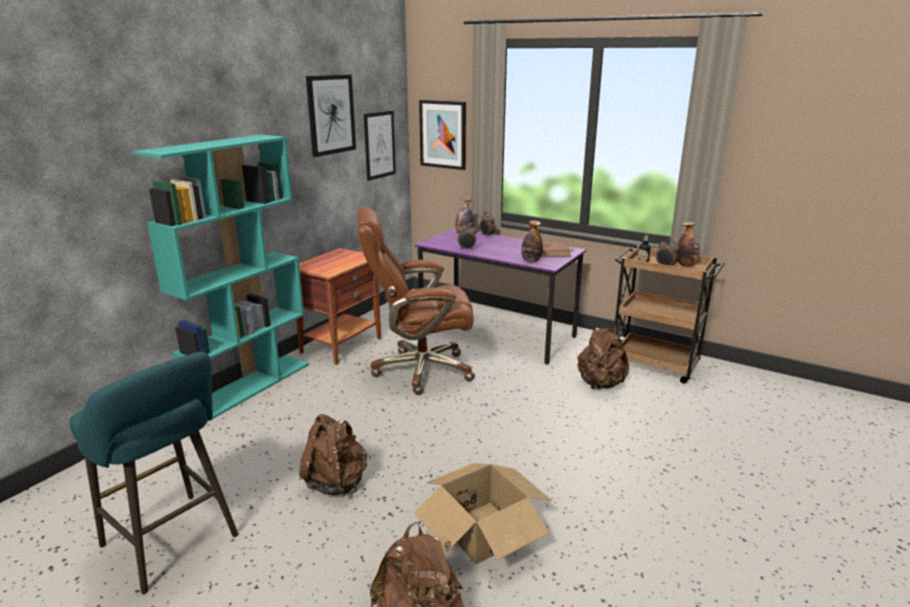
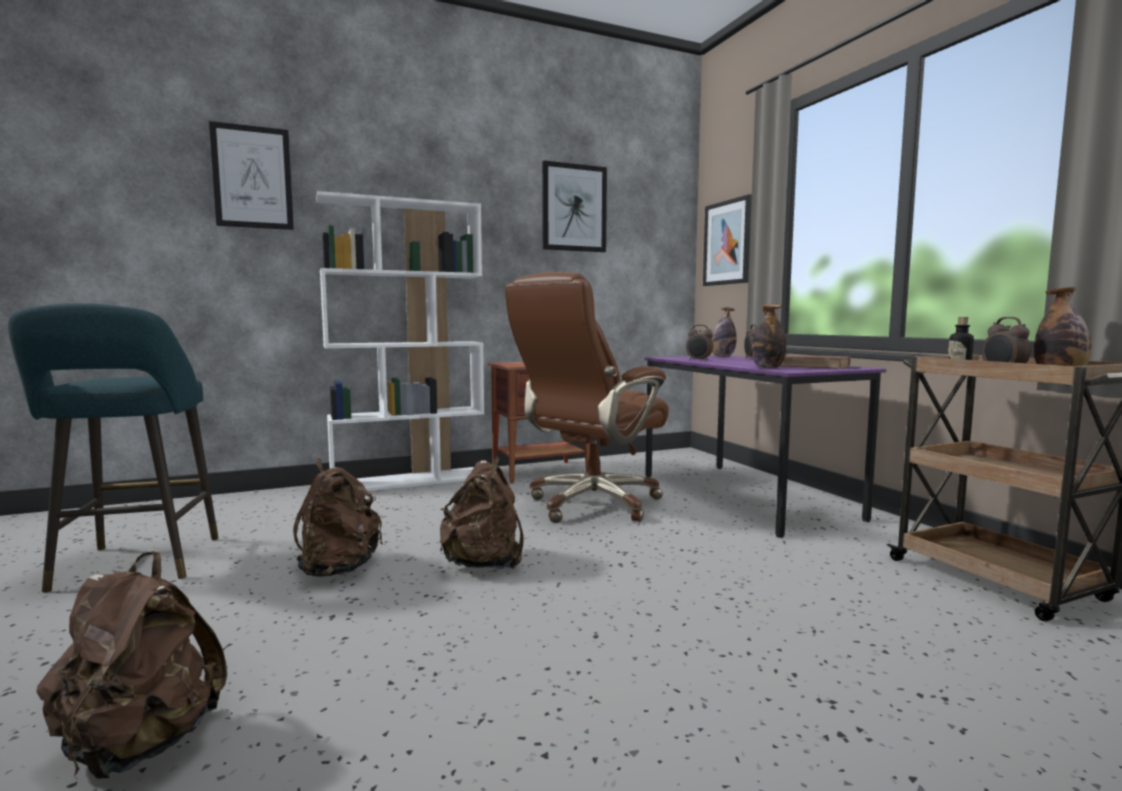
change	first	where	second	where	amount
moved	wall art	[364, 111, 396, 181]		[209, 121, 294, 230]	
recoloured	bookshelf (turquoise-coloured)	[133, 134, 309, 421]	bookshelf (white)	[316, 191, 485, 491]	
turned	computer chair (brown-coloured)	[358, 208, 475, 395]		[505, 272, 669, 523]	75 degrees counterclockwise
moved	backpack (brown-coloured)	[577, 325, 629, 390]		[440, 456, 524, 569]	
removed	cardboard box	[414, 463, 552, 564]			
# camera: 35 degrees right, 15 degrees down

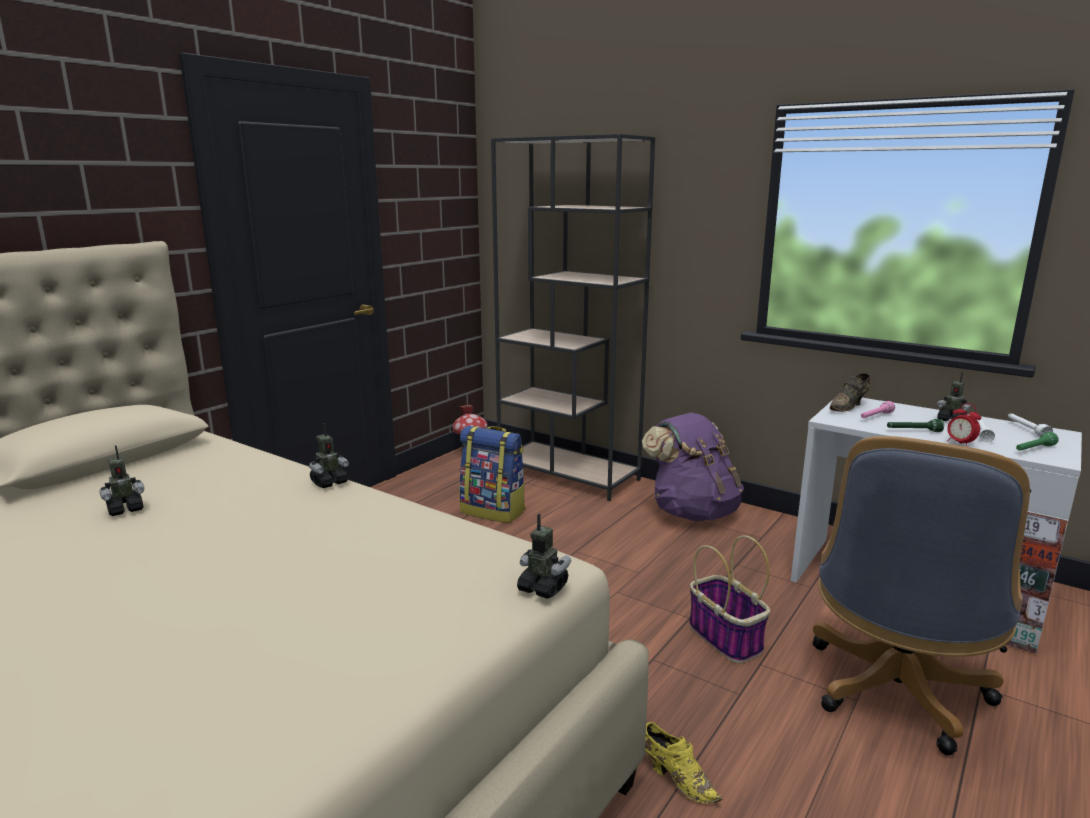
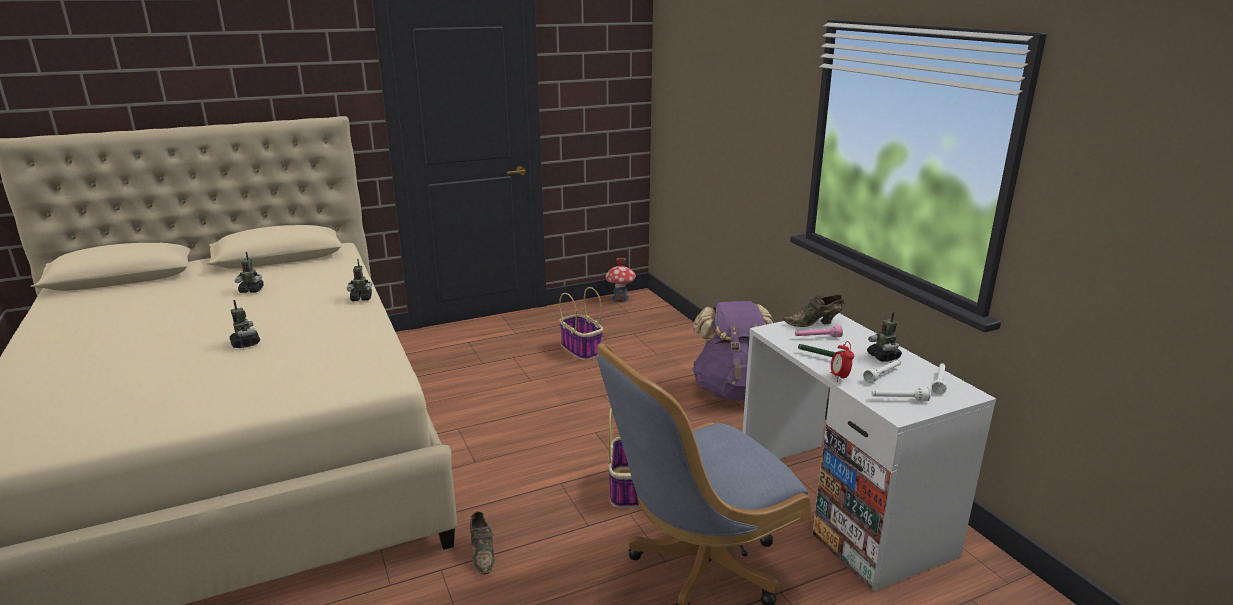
change	first	where	second	where	amount
removed	bookshelf	[491, 134, 655, 501]			
replaced	backpack	[459, 426, 525, 523]	household basket	[559, 287, 603, 360]	
recoloured	torch (green)	[1016, 432, 1059, 451]	torch (white)	[871, 387, 930, 401]	
moved	model robot	[517, 514, 571, 599]		[229, 300, 260, 348]	
recoloured	low shoe (yellow-coloured)	[645, 722, 723, 804]	low shoe (brown-coloured)	[470, 511, 495, 575]	
# camera: 30 degrees right, 5 degrees up

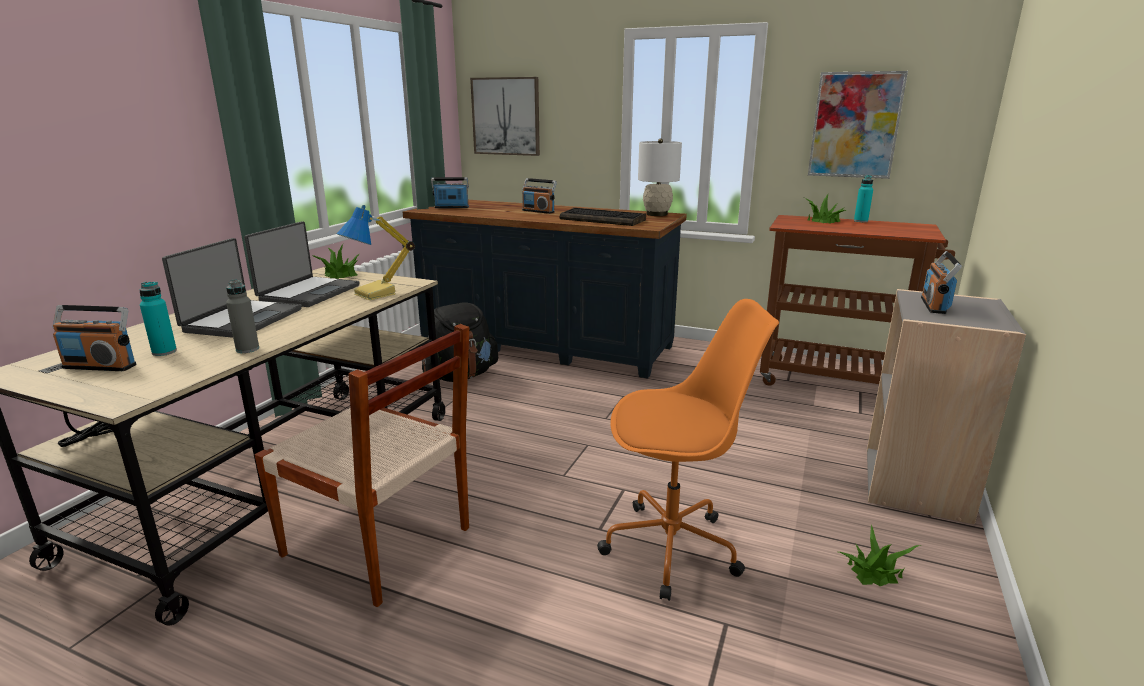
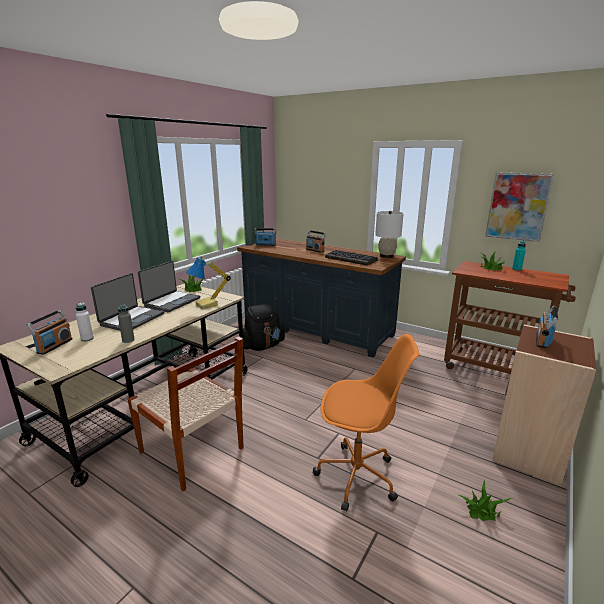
change	first	where	second	where	amount
removed	wall art	[470, 77, 540, 156]			
recoloured	bottle (turquoise-coloured)	[140, 282, 177, 356]	bottle (white)	[76, 303, 94, 341]	
recoloured	bookshelf (grey)	[867, 289, 1026, 525]	bookshelf (brown-coloured)	[492, 325, 596, 486]	
turned	radio receiver	[52, 305, 136, 371]		[26, 310, 72, 355]	90 degrees counterclockwise
# camera: 10 degrees right, 0 degrees up

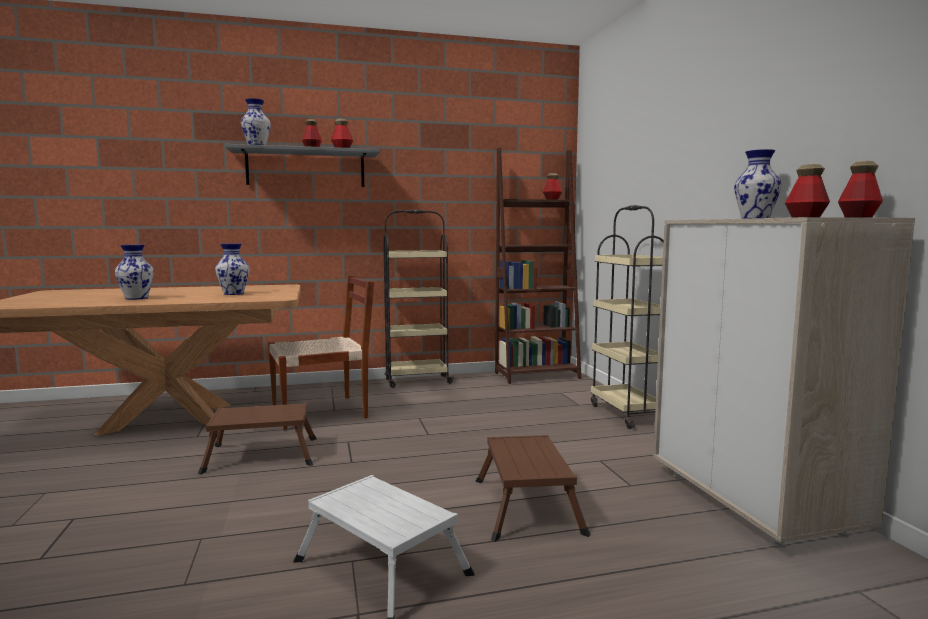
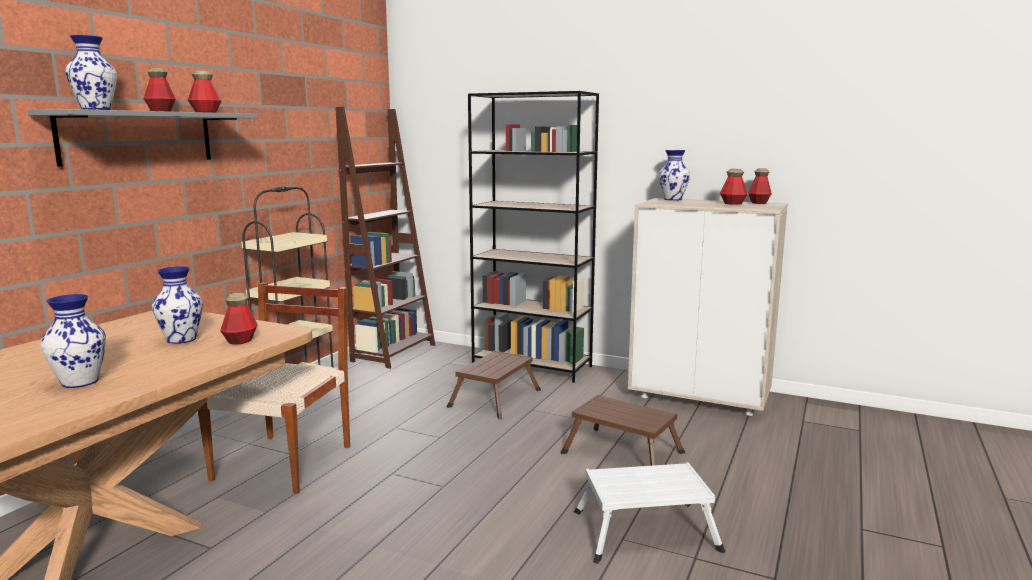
change	first	where	second	where	amount
moved	bottle	[543, 173, 562, 200]		[220, 293, 258, 344]	
replaced	cart (beige)	[591, 205, 664, 429]	bookshelf (beige)	[468, 91, 599, 383]	
moved	stepladder (brown-coloured)	[198, 403, 317, 475]		[446, 351, 541, 419]	
# camera: 50 degrees left, 5 degrees up

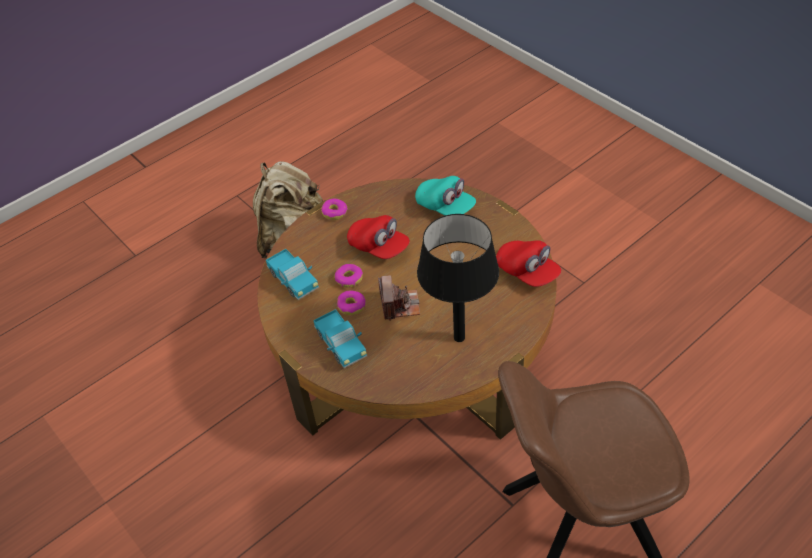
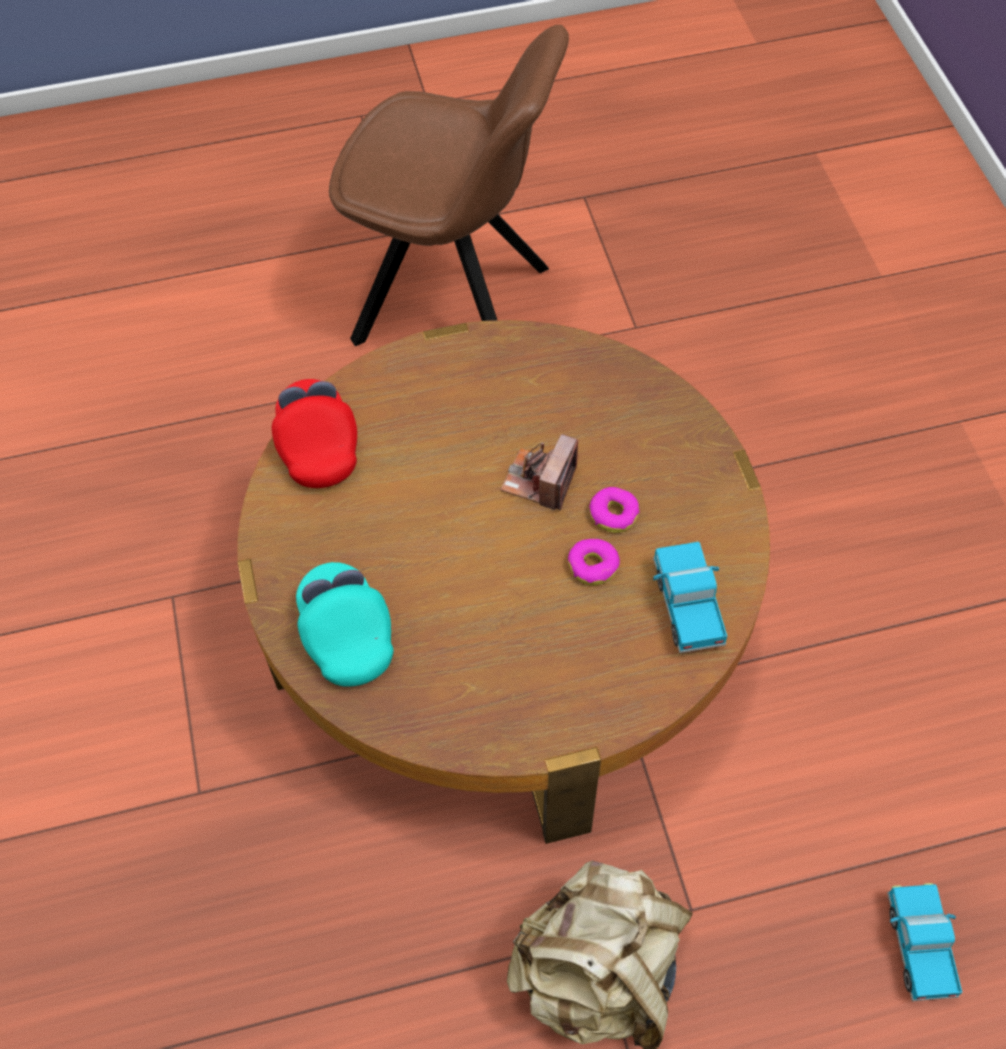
change	first	where	second	where	amount
removed	donut	[321, 199, 348, 220]			
removed	tabletop lamp (black)	[417, 214, 499, 342]			
removed	peaked cap (red-coloured)	[347, 215, 410, 259]			
moved	model truck	[313, 309, 367, 368]		[888, 883, 963, 1001]	
# camera: 155 degrees left, 10 degrees up

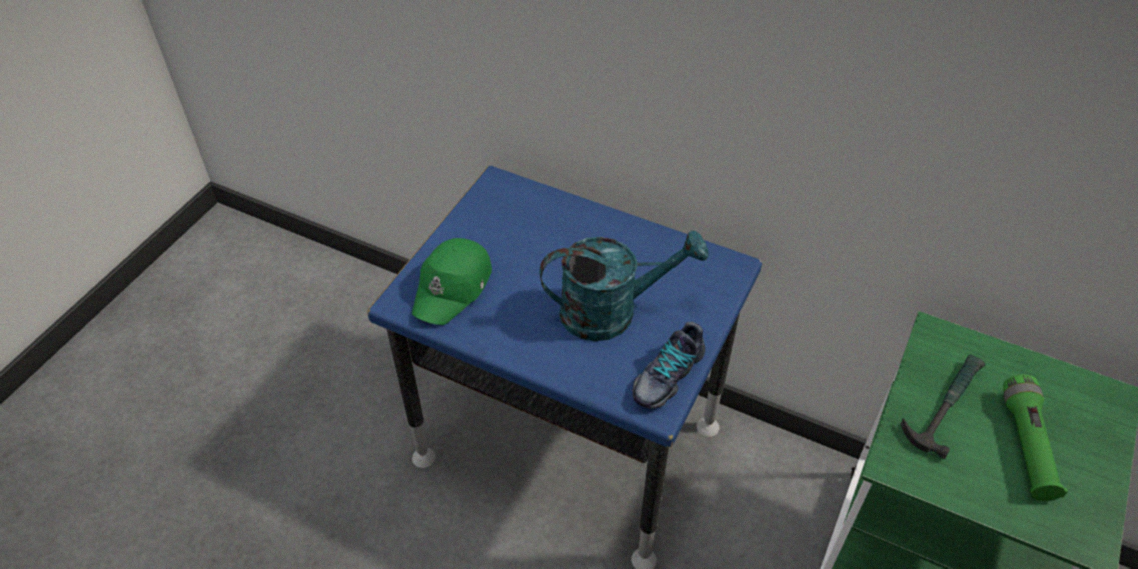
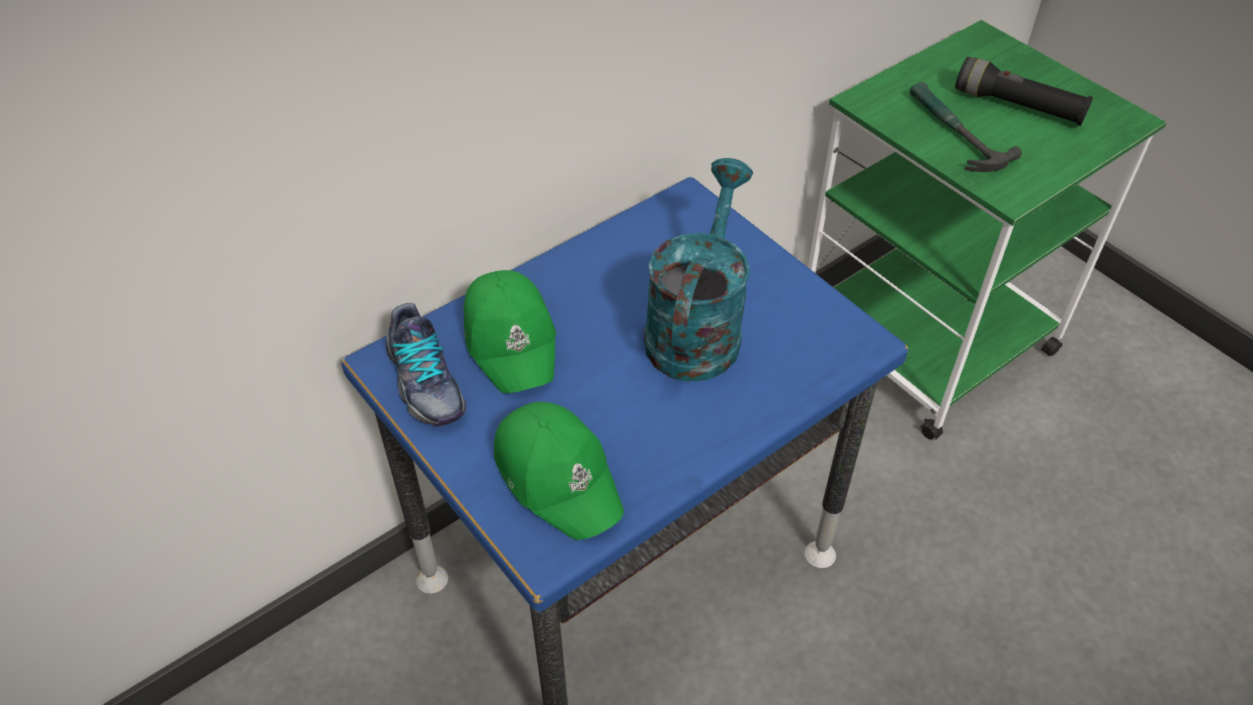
change	first	where	second	where	amount
moved	low shoe	[632, 322, 705, 409]		[386, 303, 466, 426]	
recoloured	torch (green)	[1003, 374, 1068, 501]	torch (black)	[955, 57, 1093, 126]	
added			peaked cap (green)	[464, 270, 556, 393]	
# camera: 65 degrees left, 0 degrees up

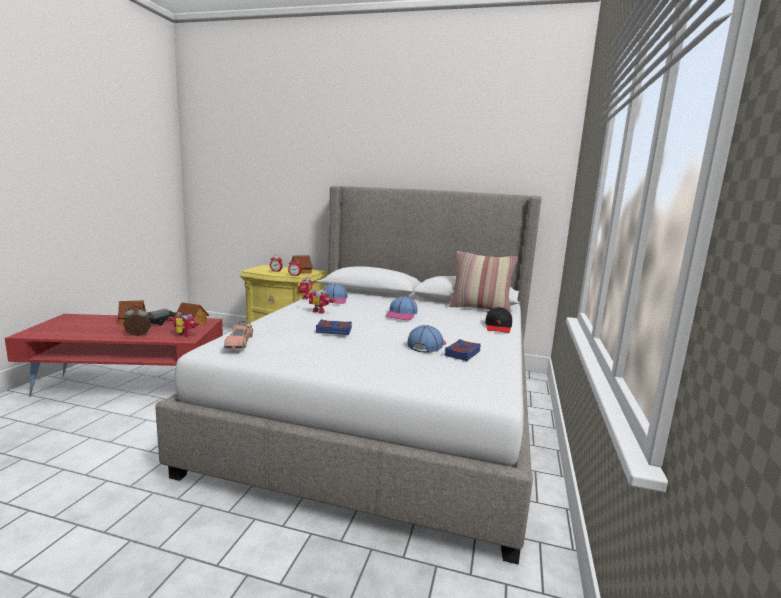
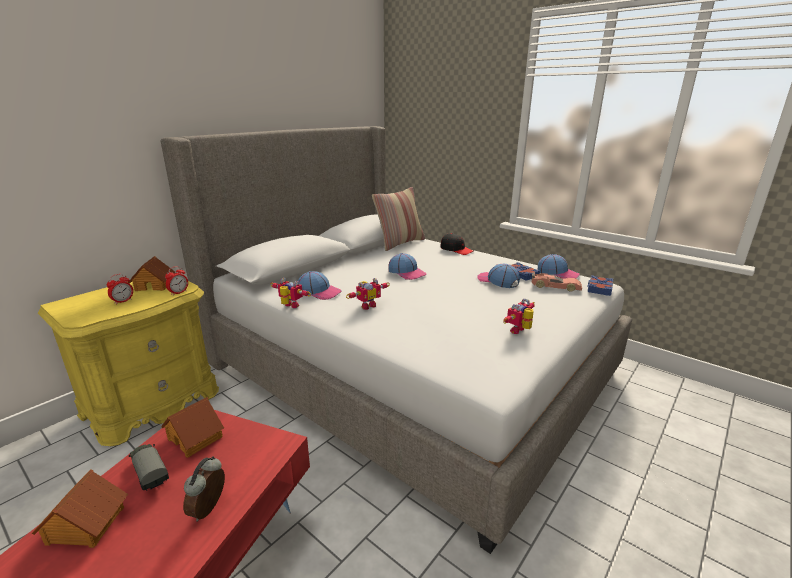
change	first	where	second	where	amount
moved	model robot	[168, 312, 201, 337]		[503, 299, 535, 334]	
moved	bound book (blue-coloured)	[316, 319, 352, 335]		[587, 275, 613, 296]	
moved	model car	[224, 321, 253, 349]		[532, 272, 582, 292]	
added			peaked cap	[538, 254, 580, 279]	
# camera: 65 degrees left, 10 degrees up

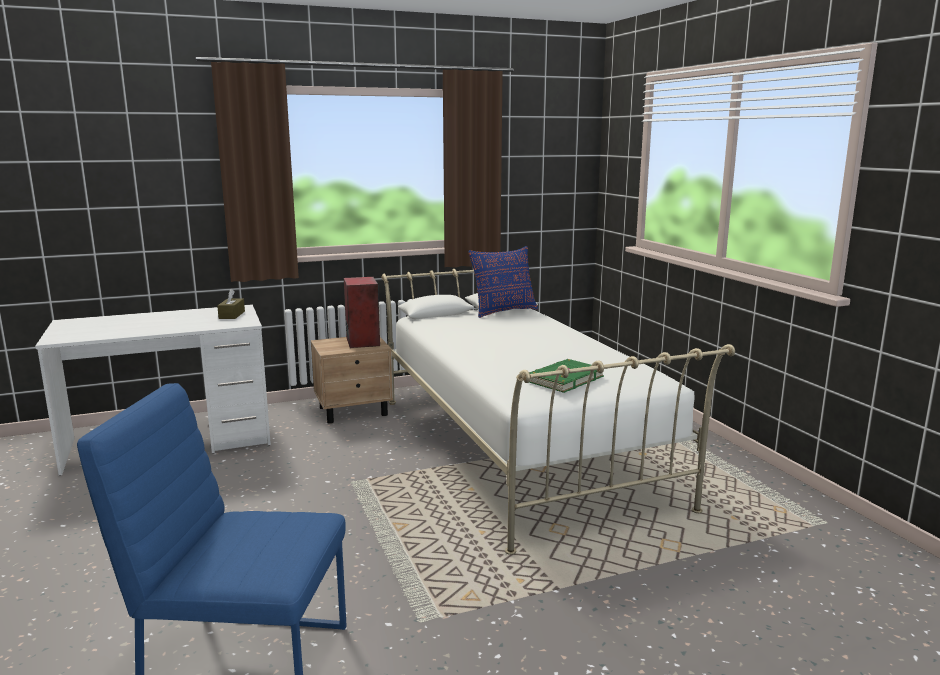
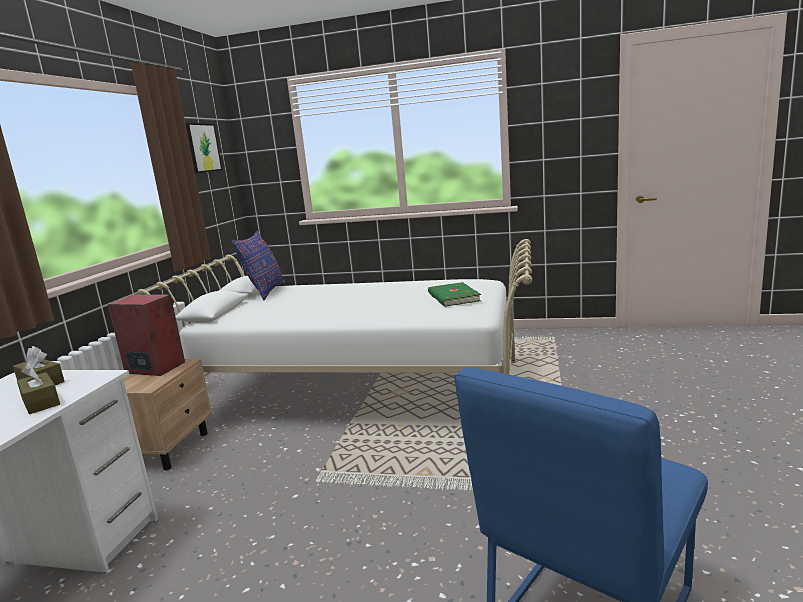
change	first	where	second	where	amount
added			wall art	[186, 123, 222, 173]	
added			tissue box (brown-coloured)	[17, 363, 60, 414]	
# camera: 55 degrees left, 0 degrees up

